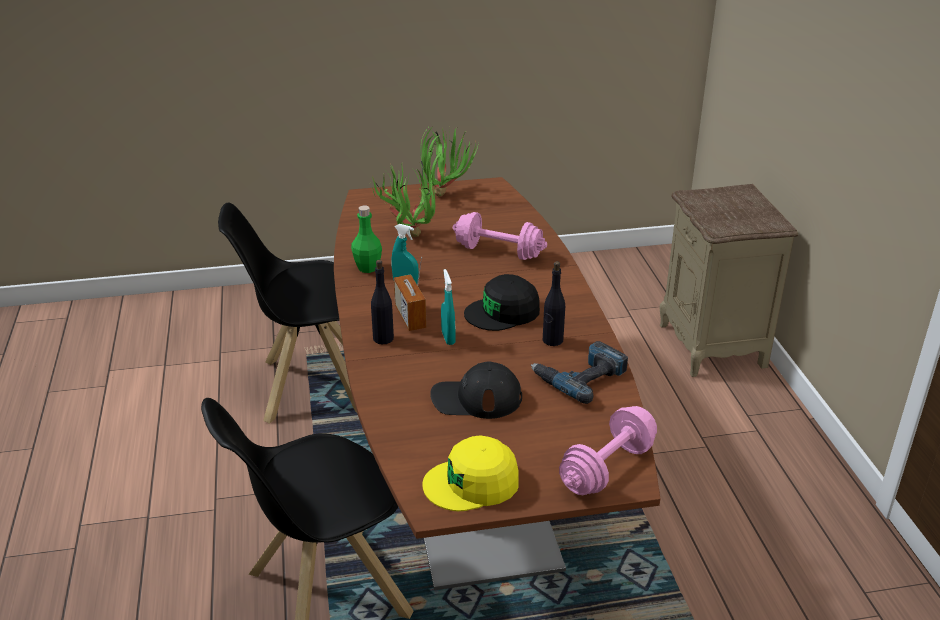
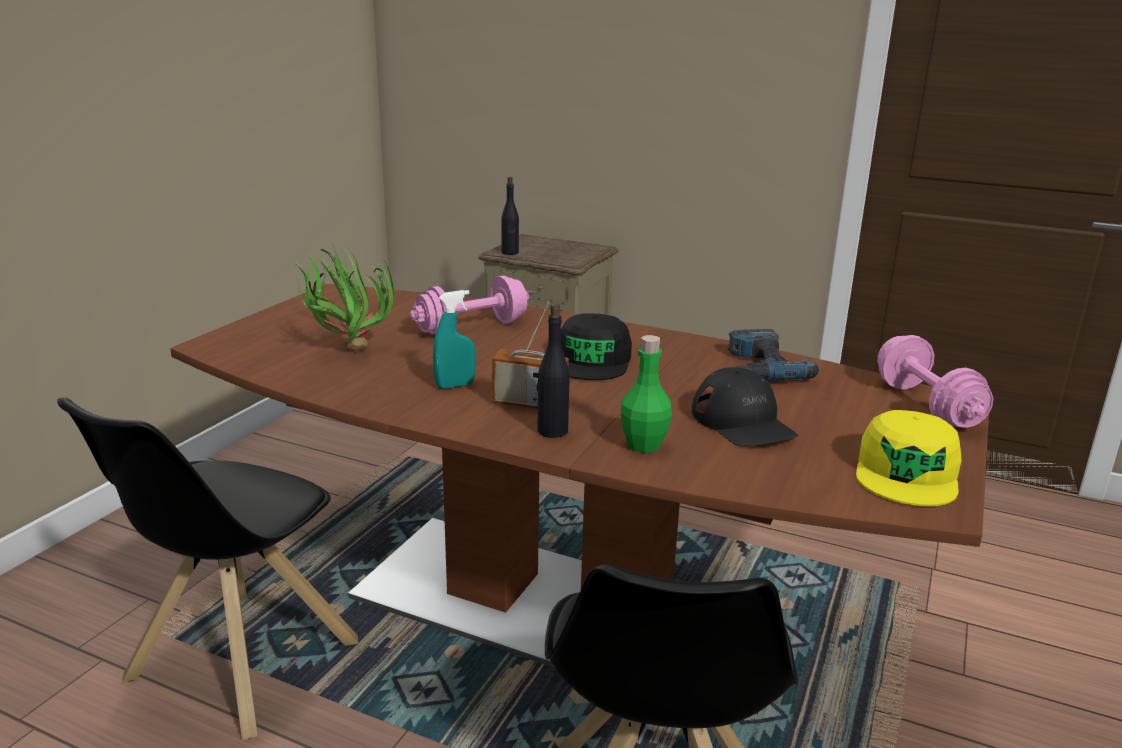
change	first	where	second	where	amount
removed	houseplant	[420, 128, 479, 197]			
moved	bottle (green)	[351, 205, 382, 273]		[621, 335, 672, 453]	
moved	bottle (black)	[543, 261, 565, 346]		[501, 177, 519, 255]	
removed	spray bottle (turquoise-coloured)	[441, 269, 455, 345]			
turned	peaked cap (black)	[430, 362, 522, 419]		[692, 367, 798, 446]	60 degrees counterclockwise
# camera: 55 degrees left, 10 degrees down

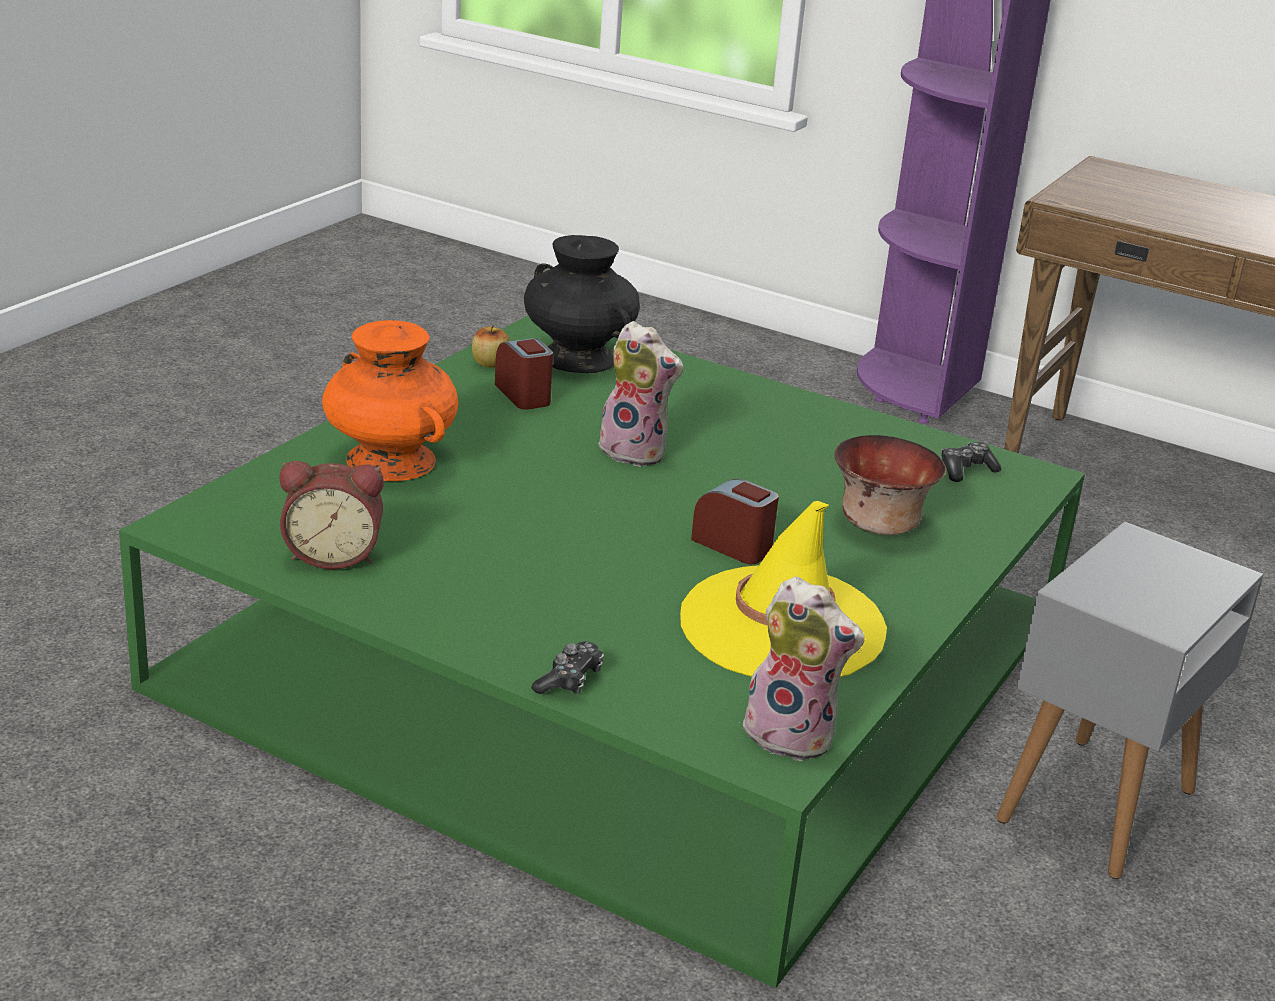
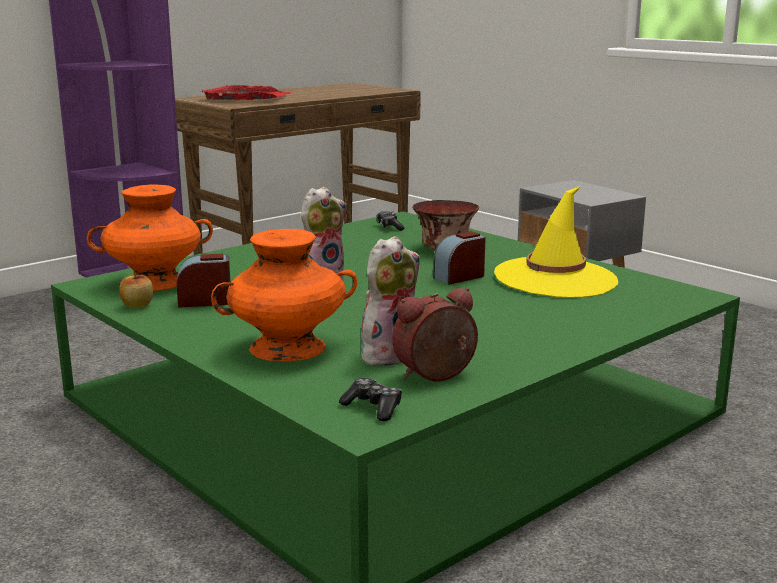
change	first	where	second	where	amount
recoloured	flower vase (black)	[524, 235, 640, 373]	flower vase (orangey)	[87, 185, 213, 291]	
turned	alarm clock	[280, 461, 384, 569]		[392, 288, 478, 381]	135 degrees counterclockwise
moved	cuddly toy	[739, 576, 865, 762]		[361, 236, 420, 366]	
moved	gamepad	[531, 642, 604, 694]		[339, 377, 402, 421]	
added			serving tray (red-coloured)	[200, 85, 291, 100]	
# camera: 70 degrees left, 10 degrees down

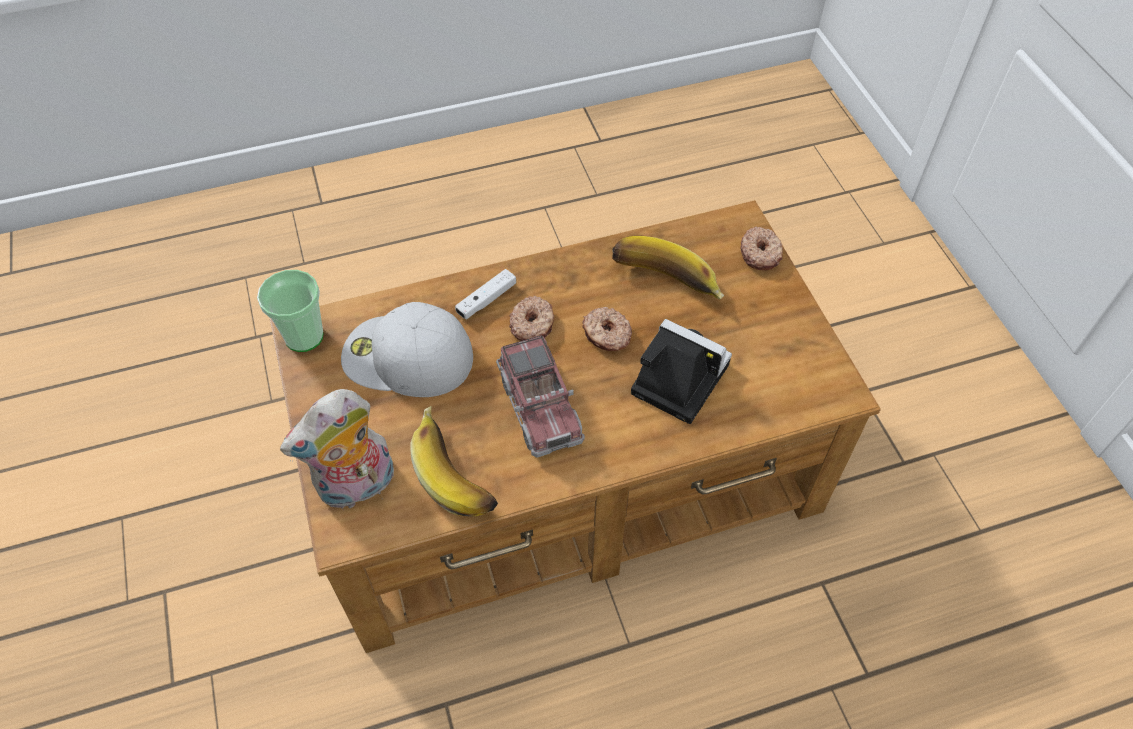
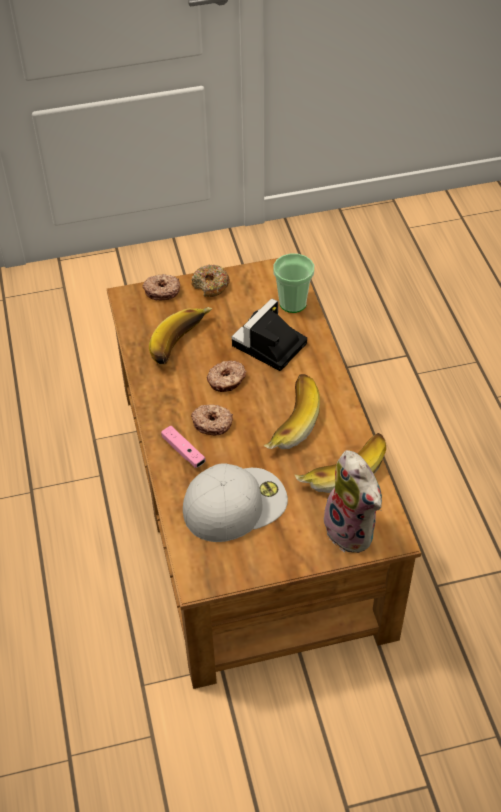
change	first	where	second	where	amount
recoloured	gamepad (white)	[455, 269, 516, 319]	gamepad (pink)	[161, 426, 206, 468]	
moved	drinking cup	[257, 270, 324, 352]		[273, 253, 314, 313]	
turned	peaked cap (white)	[341, 302, 473, 397]		[183, 463, 288, 542]	135 degrees counterclockwise
replaced	model truck	[496, 335, 585, 458]	whole banana	[263, 374, 320, 449]	
added			donut	[192, 265, 230, 297]	
# camera: 85 degrees left, 5 degrees down

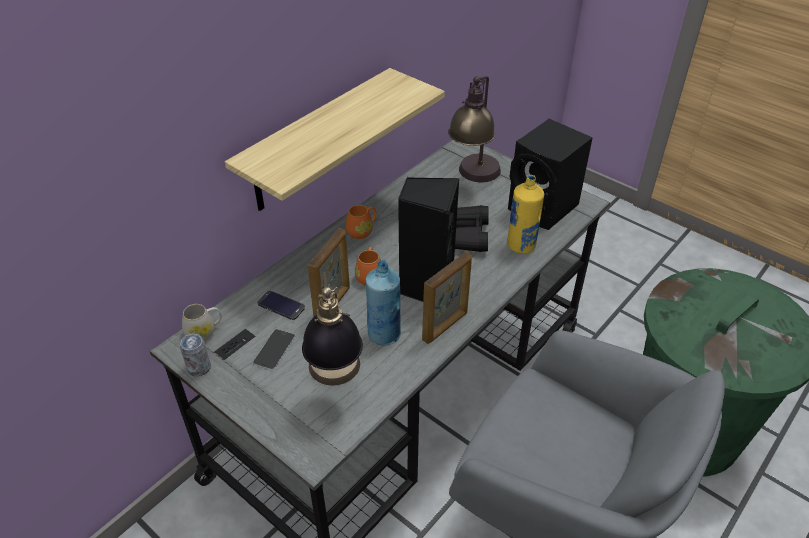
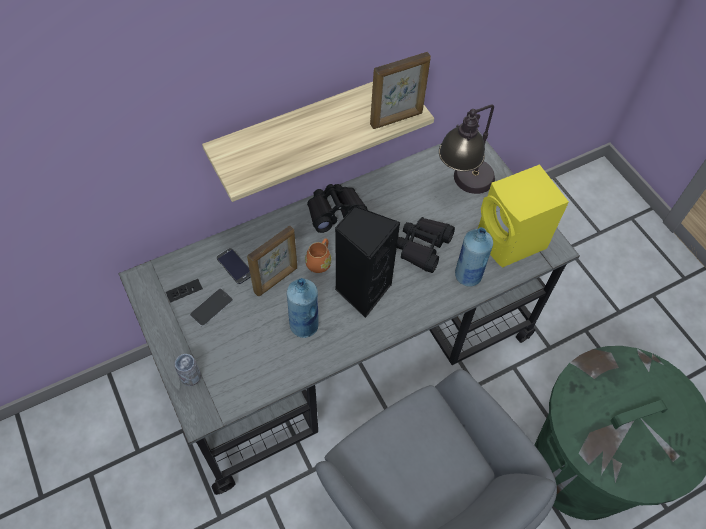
change	first	where	second	where	amount
recoloured	audio speaker (black)	[508, 119, 593, 230]	audio speaker (yellow-coloured)	[478, 164, 569, 268]	
recoloured	bottle (yellow-coloured)	[507, 175, 544, 254]	bottle (blue-coloured)	[455, 227, 493, 287]	
replaced	coffee mug (orangey)	[346, 205, 376, 239]	field glasses (black)	[307, 184, 368, 233]	
moved	photo frame	[422, 252, 472, 344]		[370, 52, 431, 129]	
removed	tabletop lamp	[302, 272, 363, 386]			
removed	coffee mug (white)	[182, 304, 222, 341]			
moved	sealed can	[180, 334, 211, 377]		[175, 354, 201, 386]	
# camera: 20 degrees right, 15 degrees up

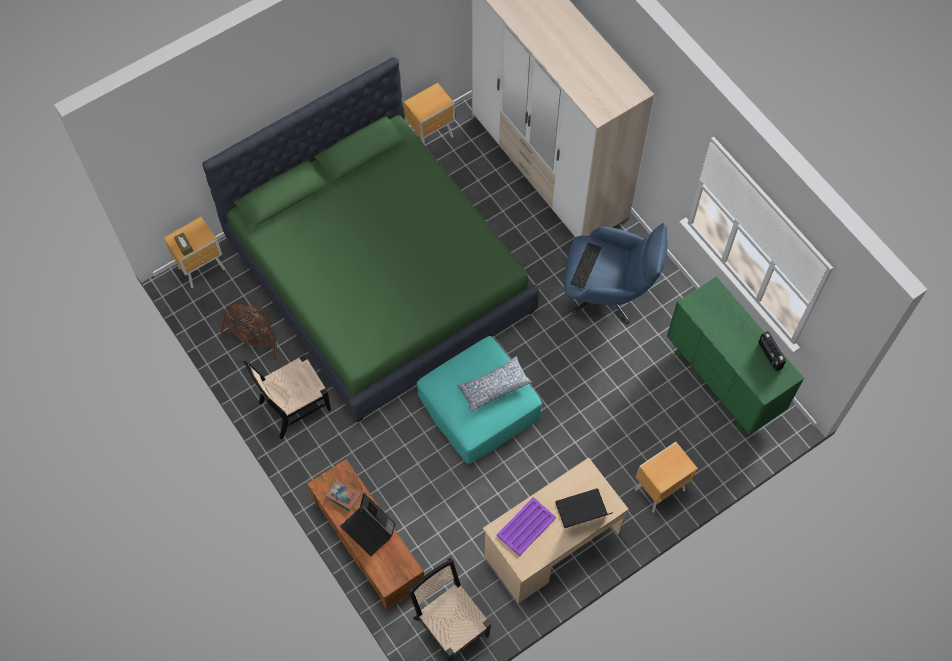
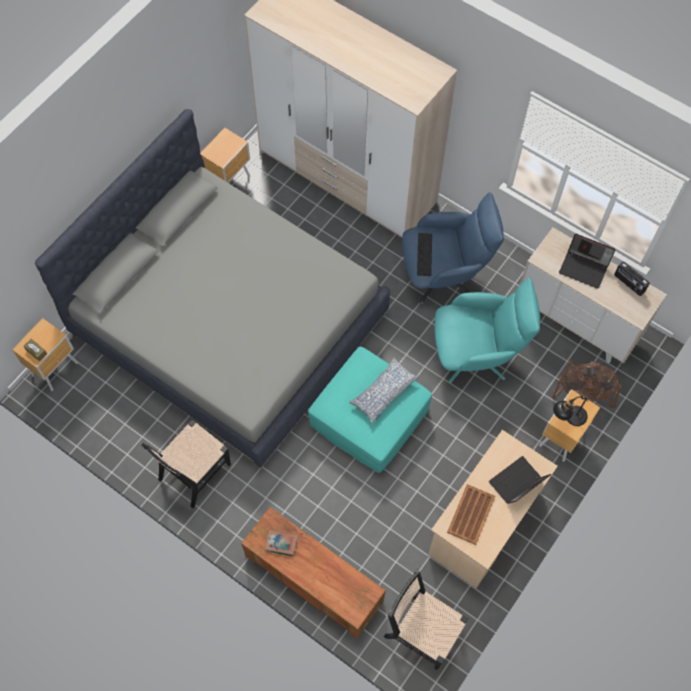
change	first	where	second	where	amount
recoloured	bedroom bed (green)	[202, 57, 539, 422]	bedroom bed (grey)	[35, 109, 390, 467]	
recoloured	chest of drawers (green)	[667, 277, 804, 435]	chest of drawers (white)	[520, 227, 667, 363]	
moved	fan (brown-coloured)	[221, 304, 277, 360]		[552, 360, 621, 408]	
moved	laptop	[340, 493, 396, 556]		[559, 234, 615, 289]	
recoloured	serving tray (purple-coloured)	[497, 497, 556, 556]	serving tray (brown-coloured)	[447, 484, 496, 545]	
added			armchair (turquoise-coloured)	[435, 278, 540, 383]	
added			tabletop lamp (black)	[553, 396, 588, 426]	
# camera: 20 degrees left, 0 degrees up

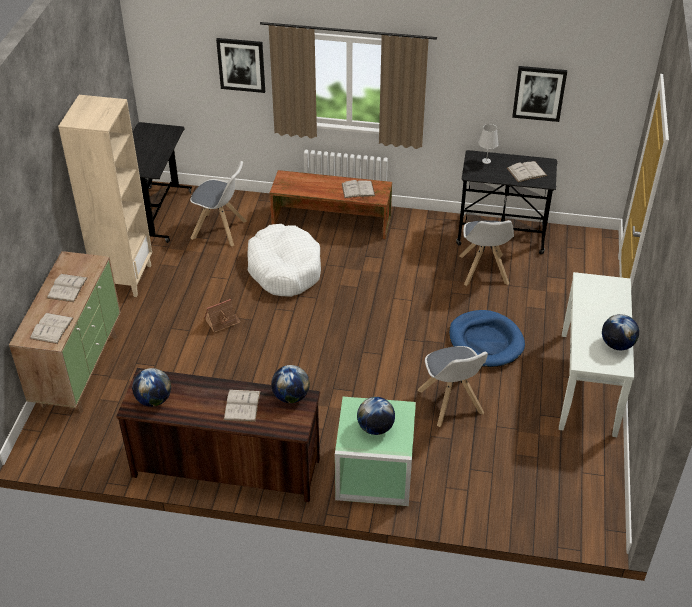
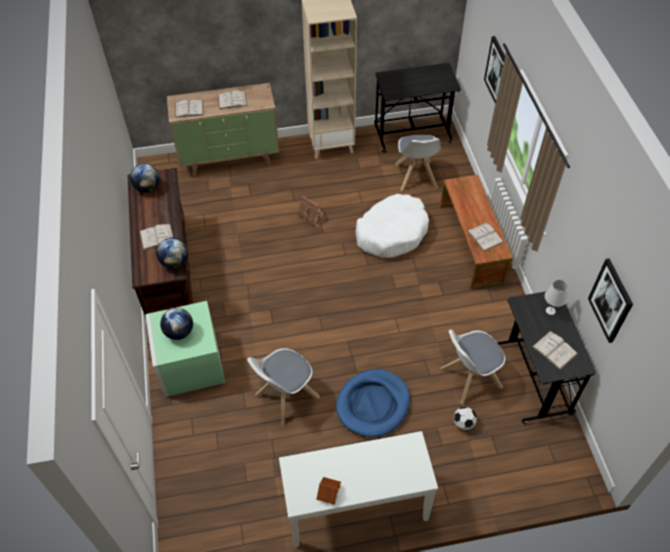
change	first	where	second	where	amount
replaced	desk globe	[602, 314, 639, 350]	miniature house	[316, 477, 341, 505]	
added			football ball	[454, 407, 477, 430]	
# camera: 70 degrees right, 10 degrees up

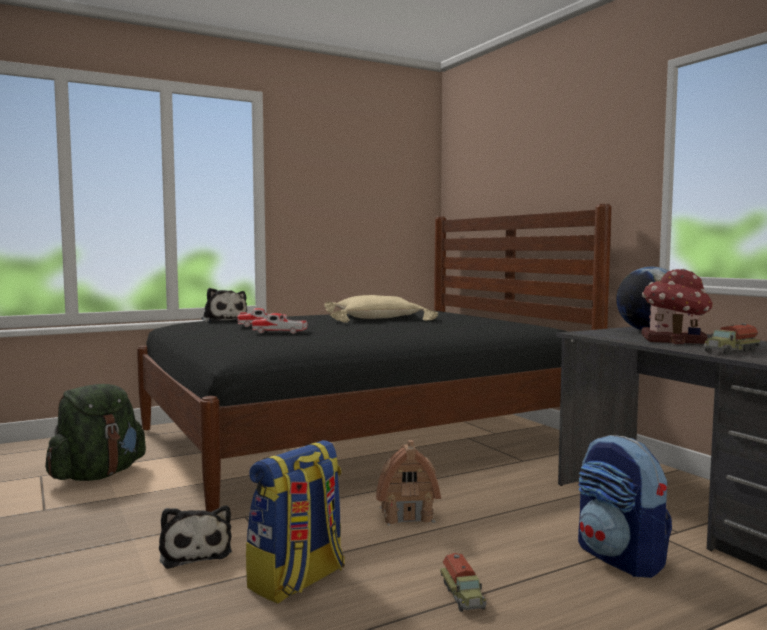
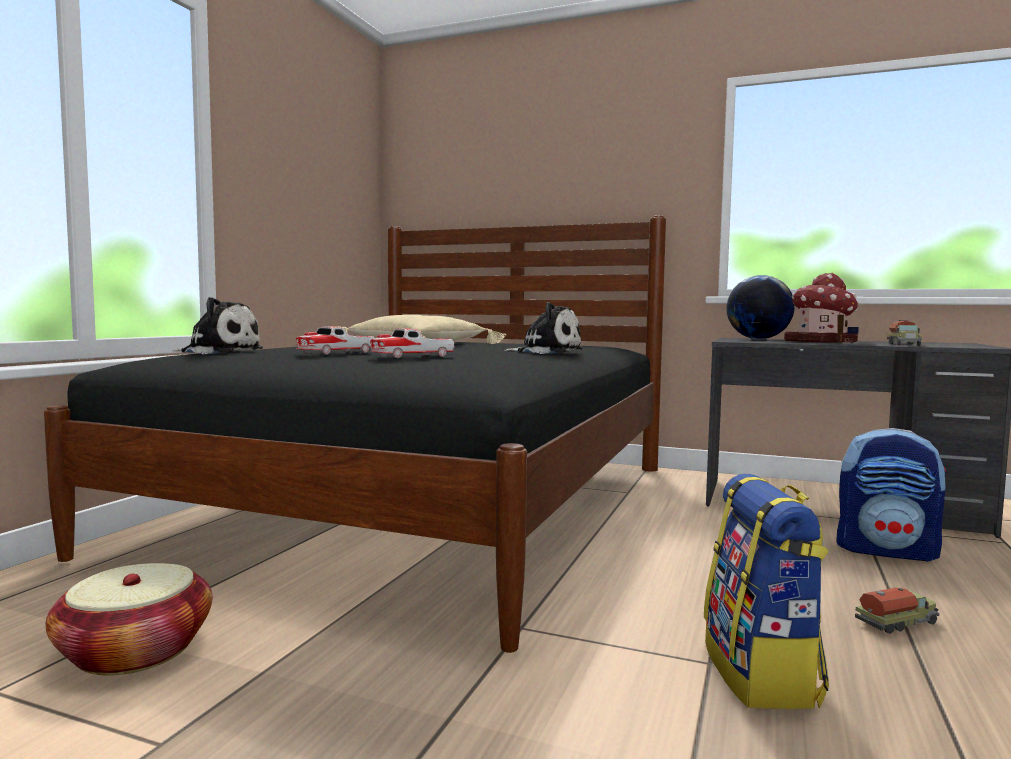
change	first	where	second	where	amount
replaced	backpack (green)	[45, 384, 146, 481]	household basket	[46, 563, 212, 676]	
removed	miniature house	[376, 440, 441, 526]			
moved	cuddly toy	[159, 506, 232, 569]		[505, 302, 583, 354]	
turned	model truck	[440, 553, 487, 612]		[855, 587, 940, 634]	60 degrees counterclockwise
# camera: 40 degrees left, 0 degrees up

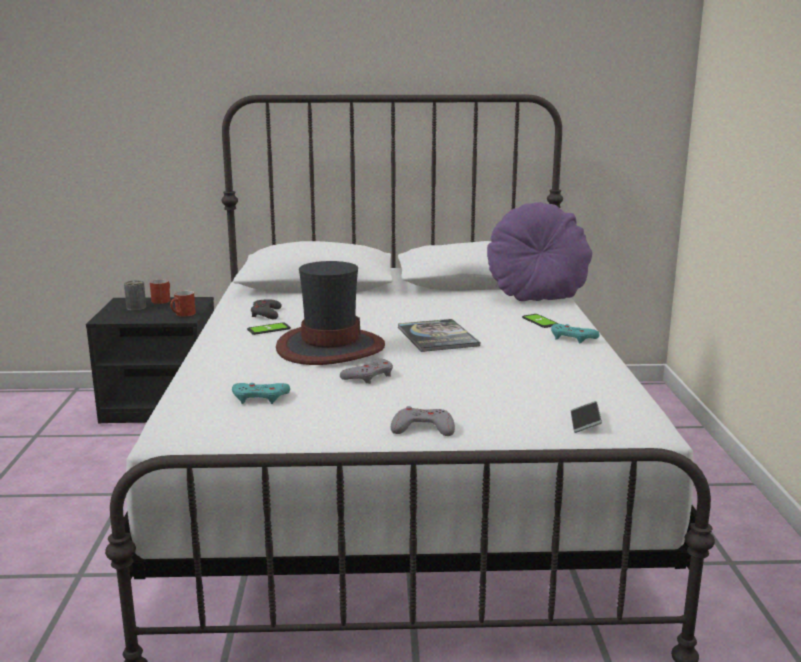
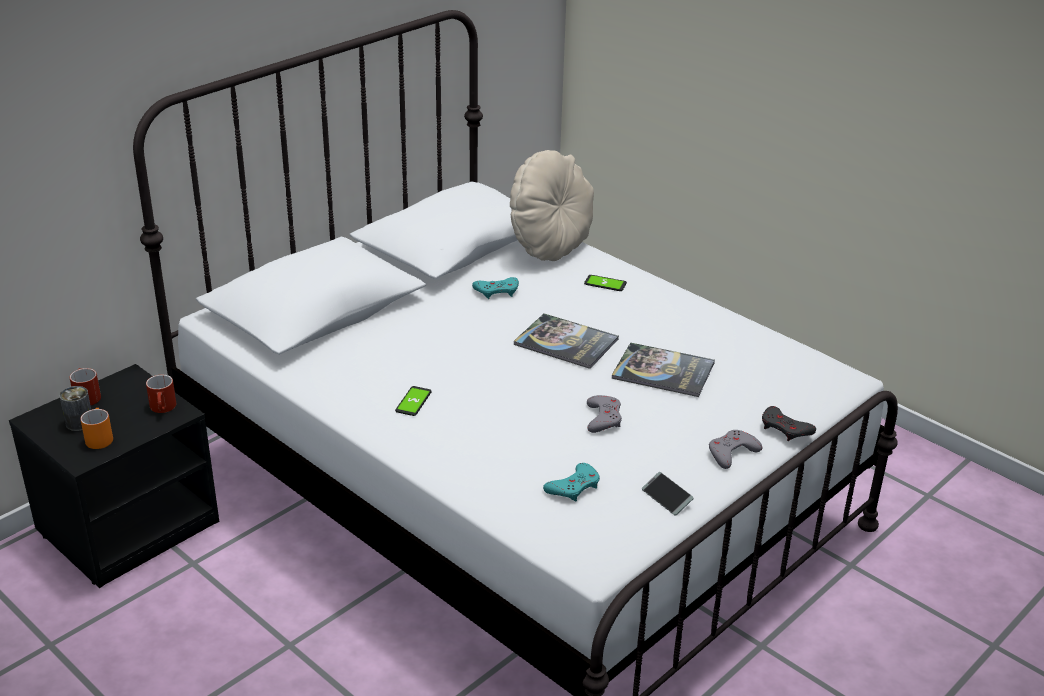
change	first	where	second	where	amount
recoloured	throw pillow (purple-coloured)	[487, 202, 592, 301]	throw pillow (beige)	[510, 150, 594, 261]	
removed	wearable hat	[276, 261, 385, 365]			
moved	gamepad (grey)	[251, 299, 282, 319]		[762, 406, 816, 441]	
moved	gamepad (turquoise-coloured)	[551, 324, 599, 344]		[472, 277, 519, 299]	
moved	telephone	[571, 401, 602, 433]		[642, 472, 694, 515]	
added			bound book	[612, 342, 715, 397]	
added			coffee mug (orangey)	[80, 408, 113, 449]	
# camera: 45 degrees left, 15 degrees up

